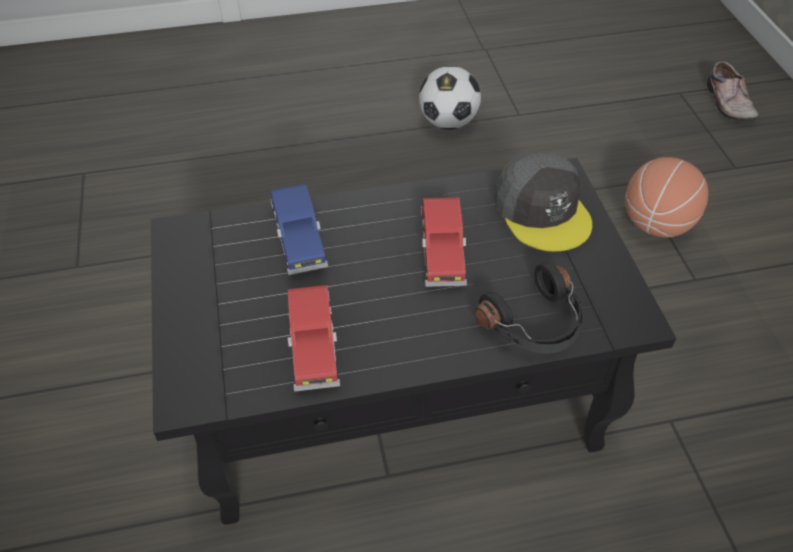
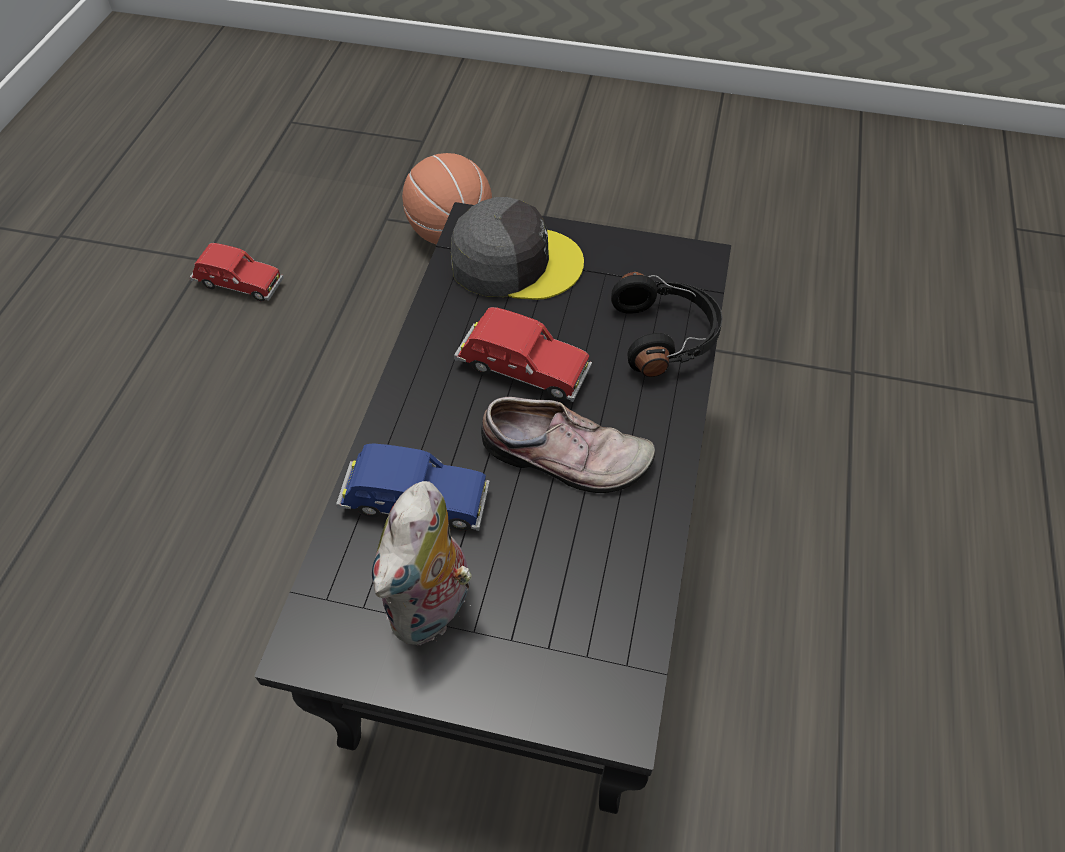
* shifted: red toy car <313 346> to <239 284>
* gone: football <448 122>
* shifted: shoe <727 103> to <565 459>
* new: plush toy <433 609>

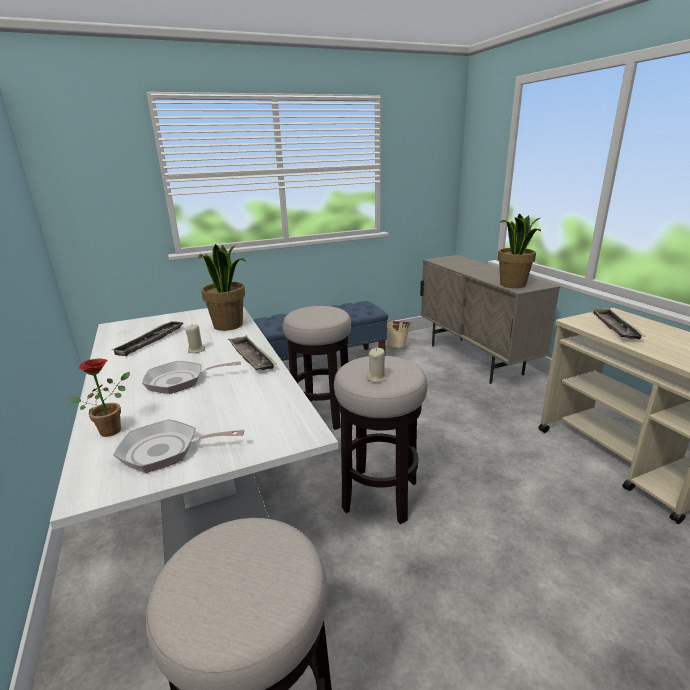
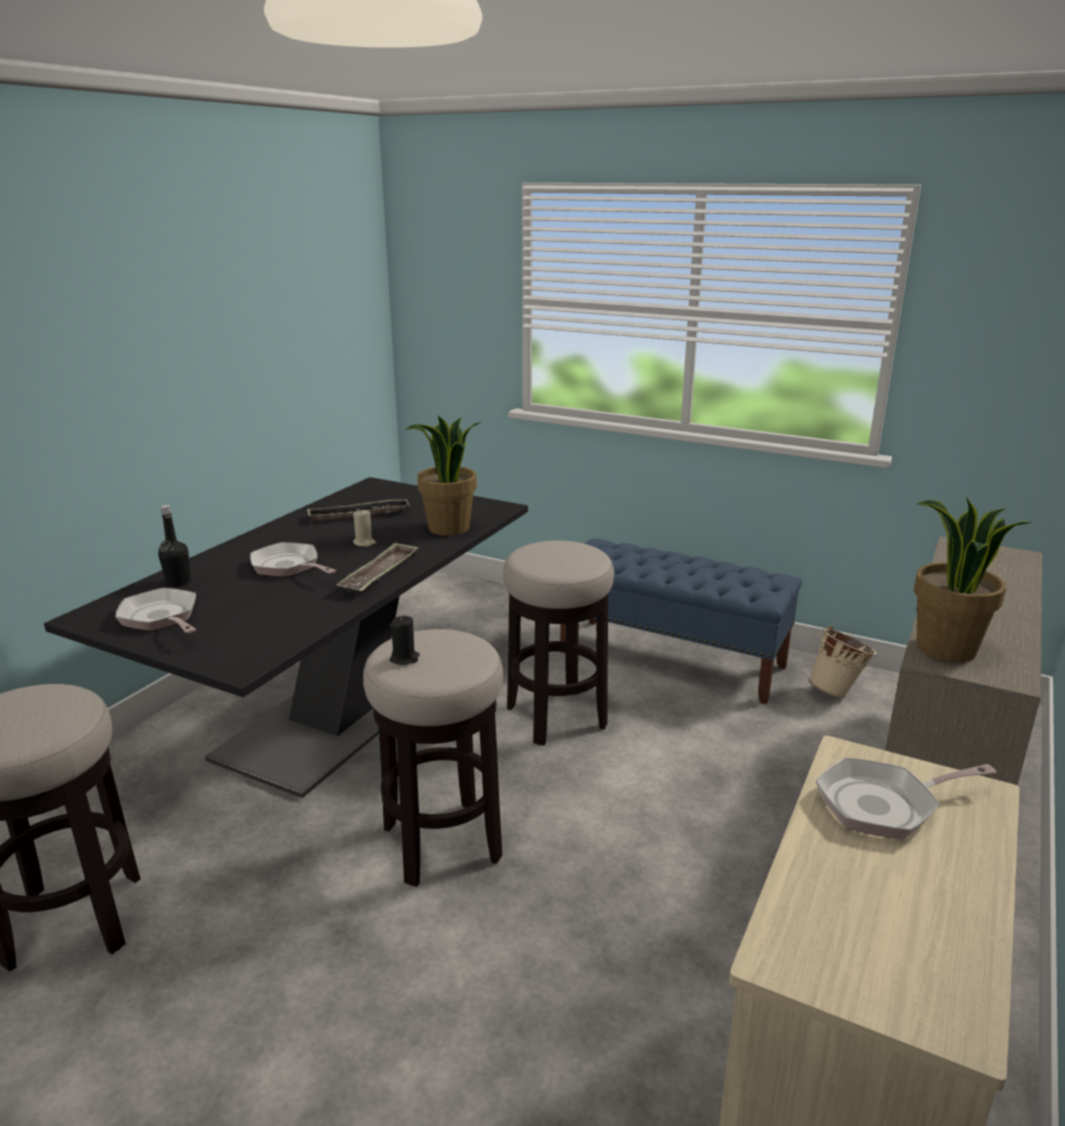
* repainted: white dining table <208 486> to black dining table <338 715>
* swapped: potted plant <114 428> to black bottle <178 582>
* repainted: beige candle <376 378> to black candle <404 658>
* swapped: tray <614 327> to frying pan <884 805>

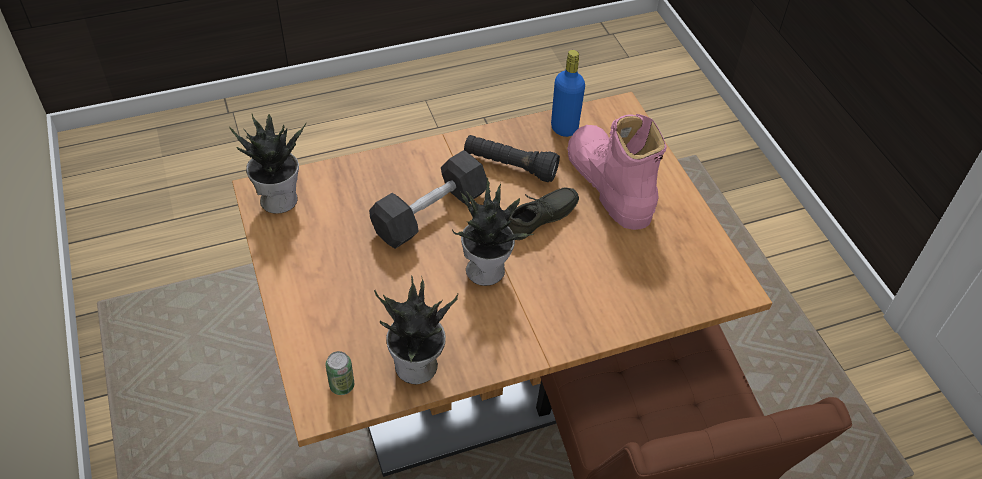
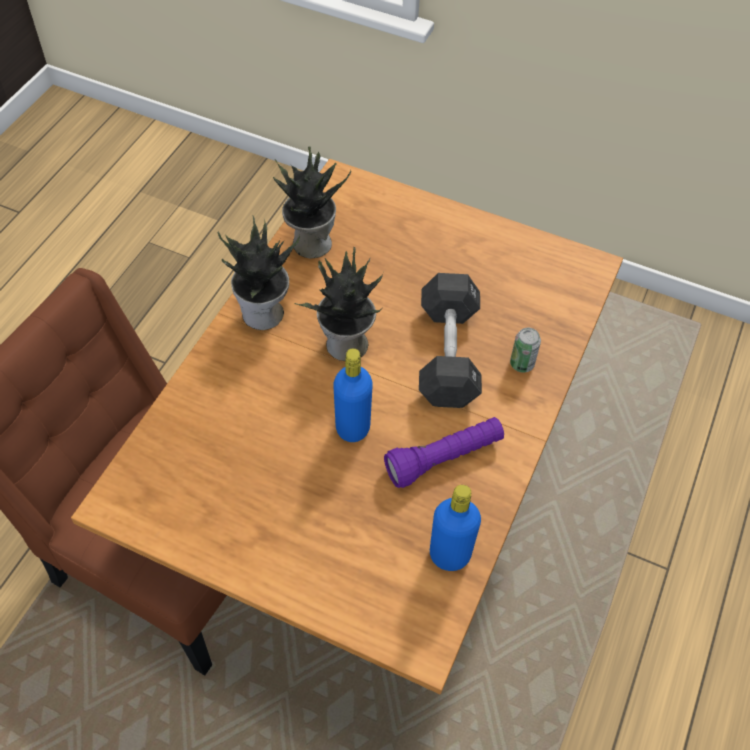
* shifted: potted plant <279 198> to <264 315>
* shifted: can <342 385> to <522 364>
* repainted: black flashlight <510 166> to purple flashlight <444 458>
* swapped: grey shoe <543 220> to blue bottle <352 428>
* gone: pink boot <609 184>

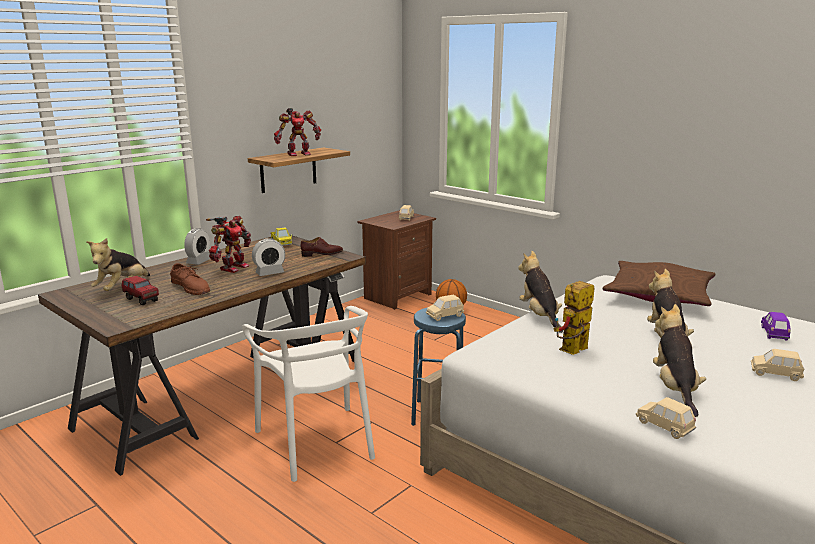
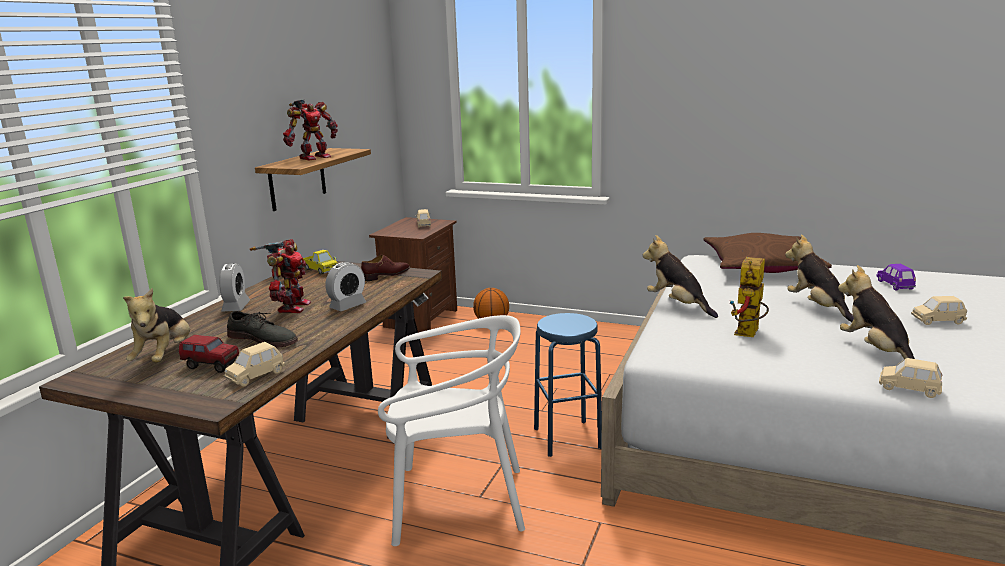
* repainted: brown shoe <191 287> to grey shoe <263 339>
* rotated: white chair <317 442> = <457 502> 45 degrees counterclockwise
* shifted: beige toy car <444 316> to <256 376>

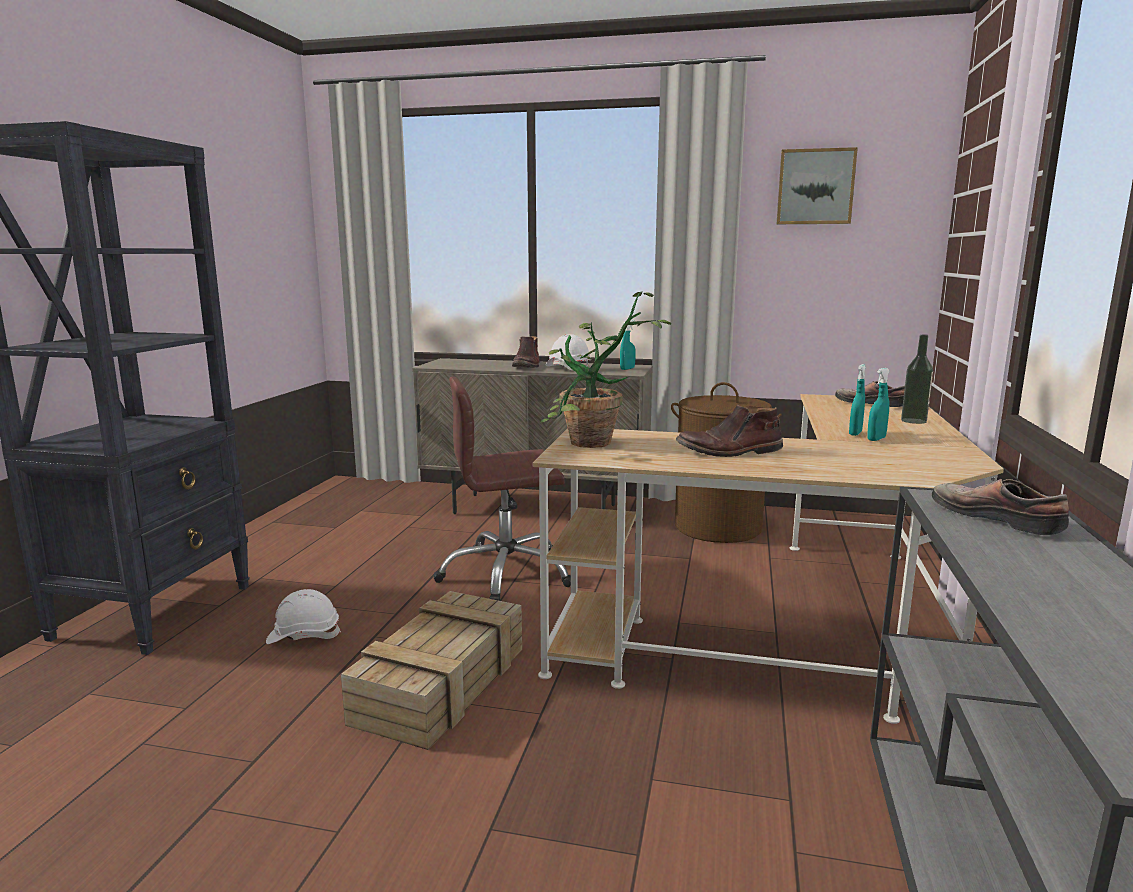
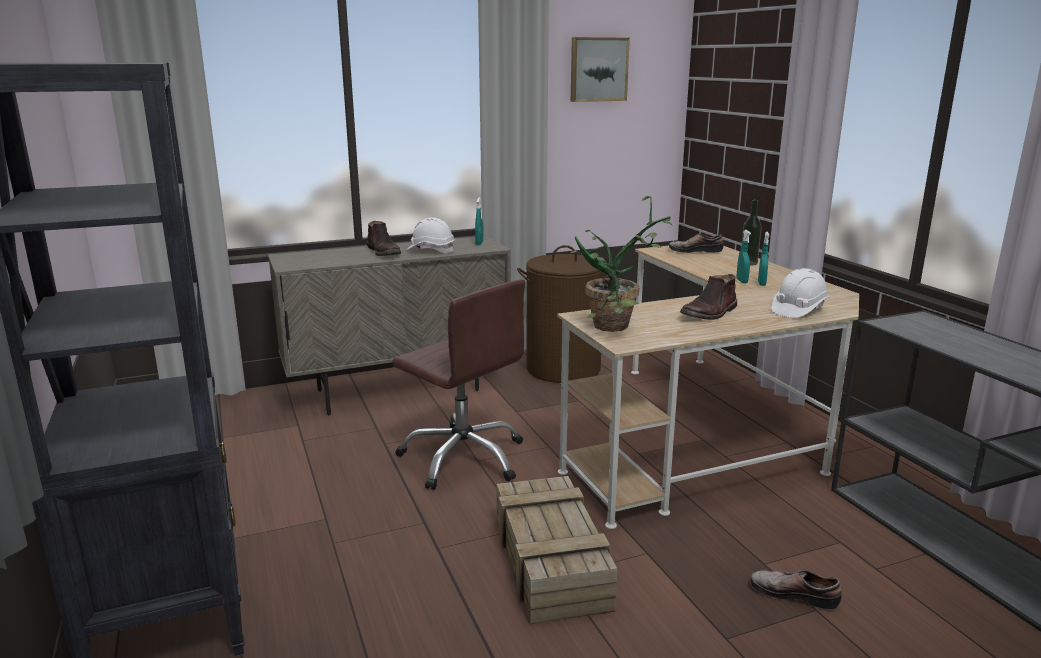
* shifted: white hard hat <303 635> to <798 310>
* rotated: brown office chair <506 574> = <463 457> 90 degrees counterclockwise
* shifted: shoe <997 517> to <794 592>

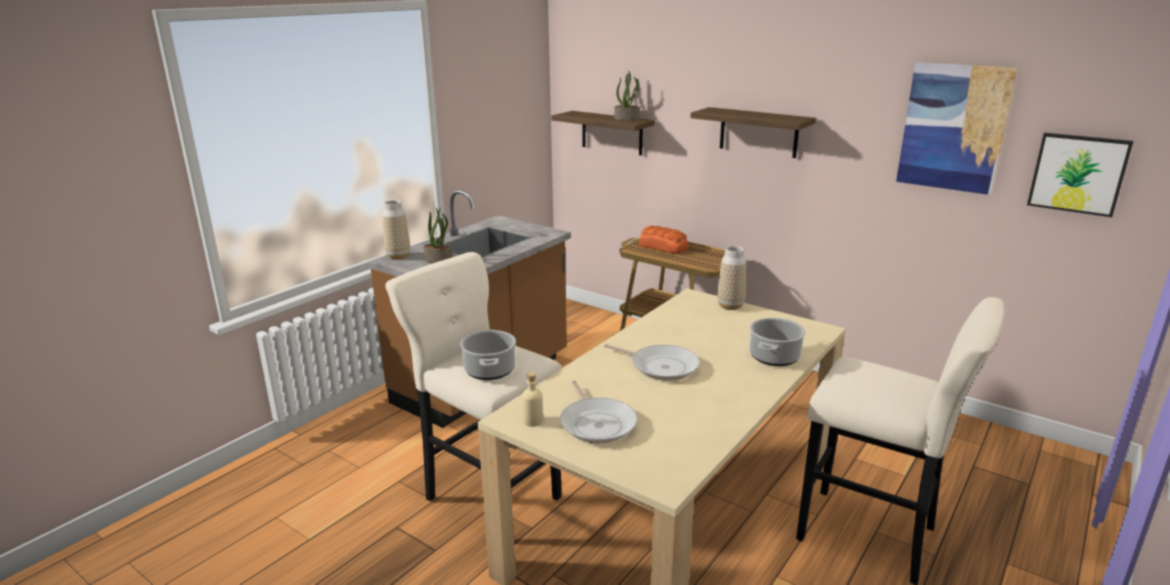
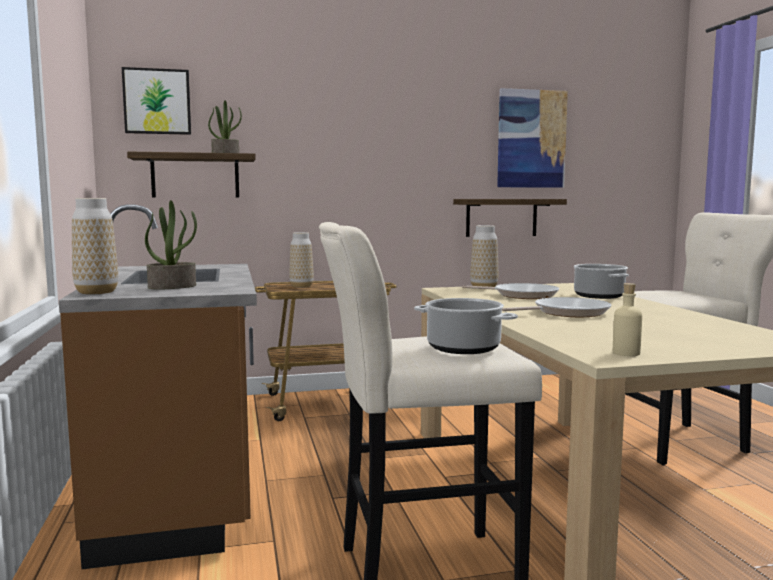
* shifted: frying pan <597 423> to <522 295>
* swapped: bread <662 247> to vase <301 286>
* shifted: shelf <758 132> to <501 217>
* shifted: picture <1078 173> to <157 102>

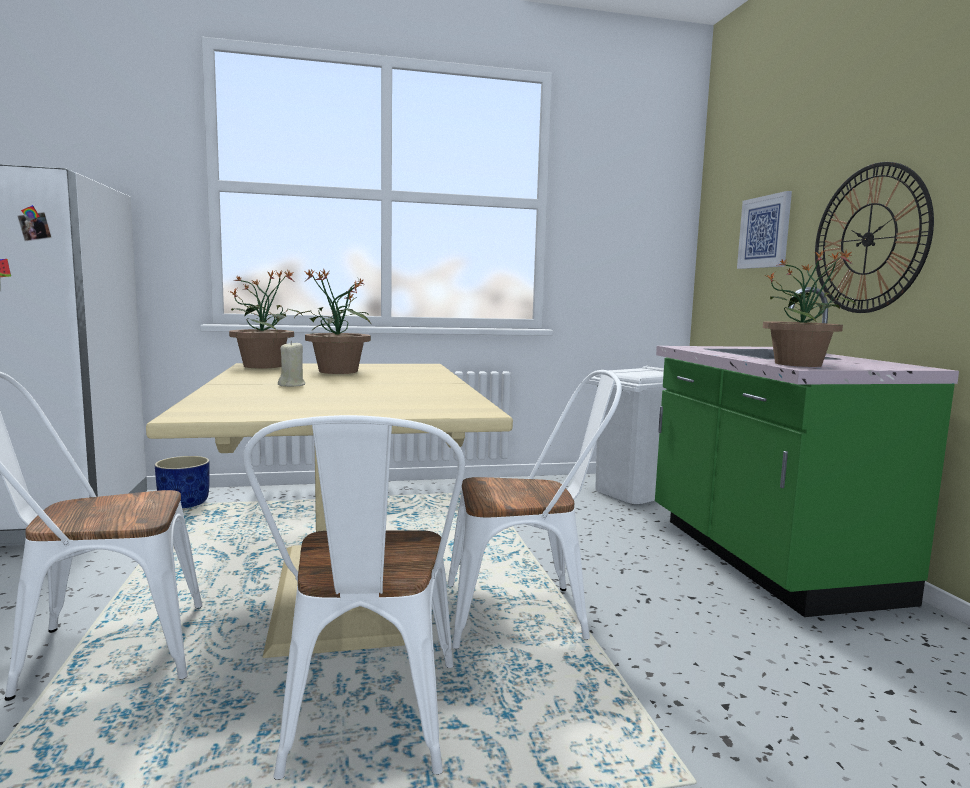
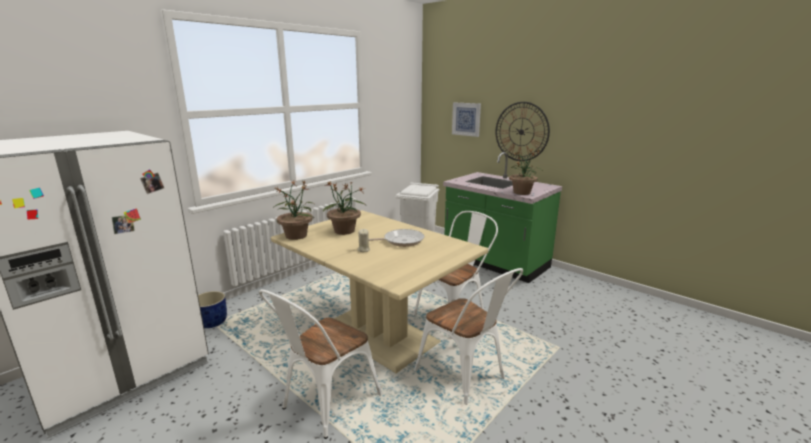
* new: frying pan <401 241>

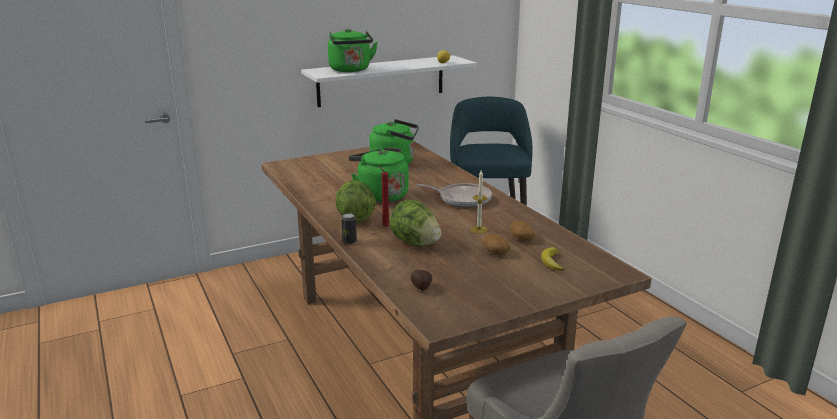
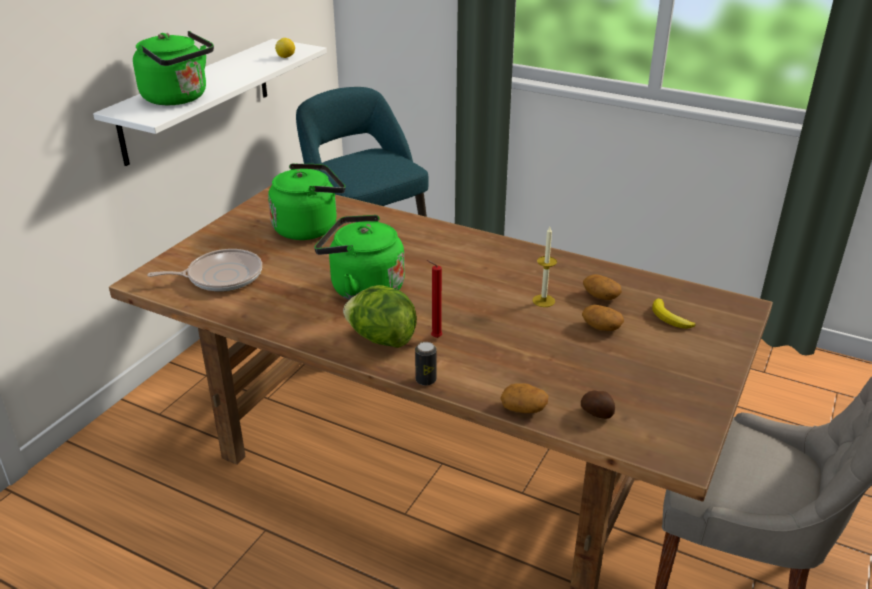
* gone: lettuce <415 243>
* shifted: frying pan <462 199> to <221 276>
* new: potato <524 408>

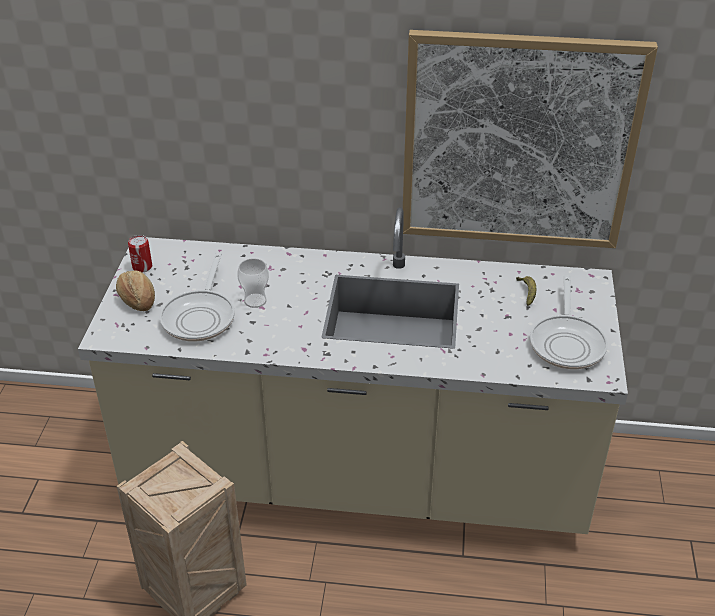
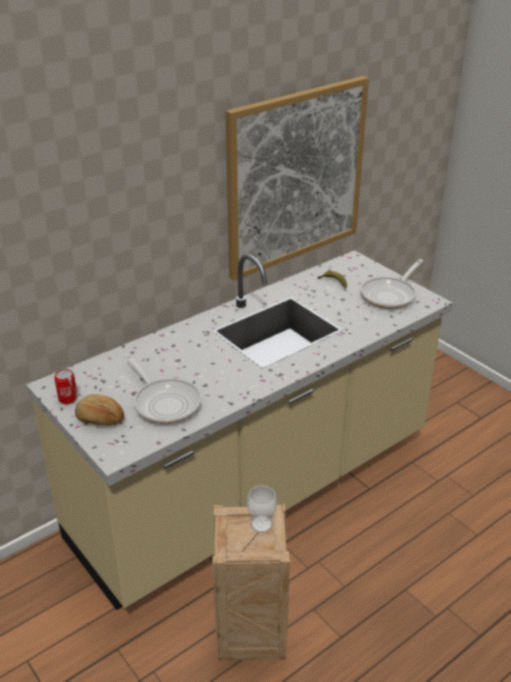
* shifted: cup <255 301> to <261 524>
* rotated: frying pan <567 342> = <390 295> 75 degrees clockwise

